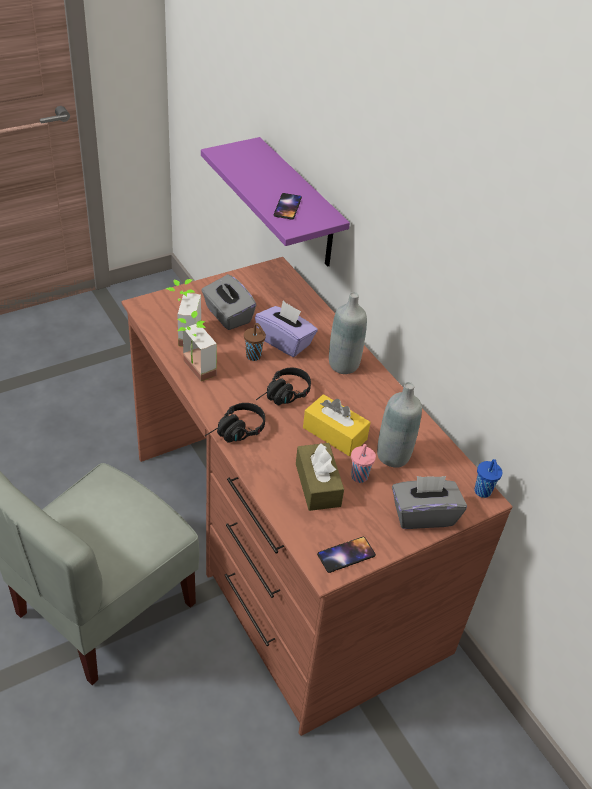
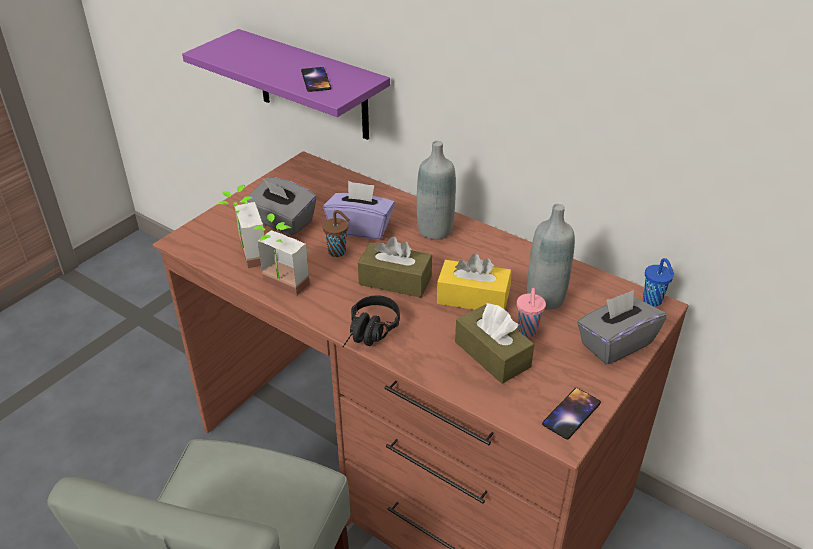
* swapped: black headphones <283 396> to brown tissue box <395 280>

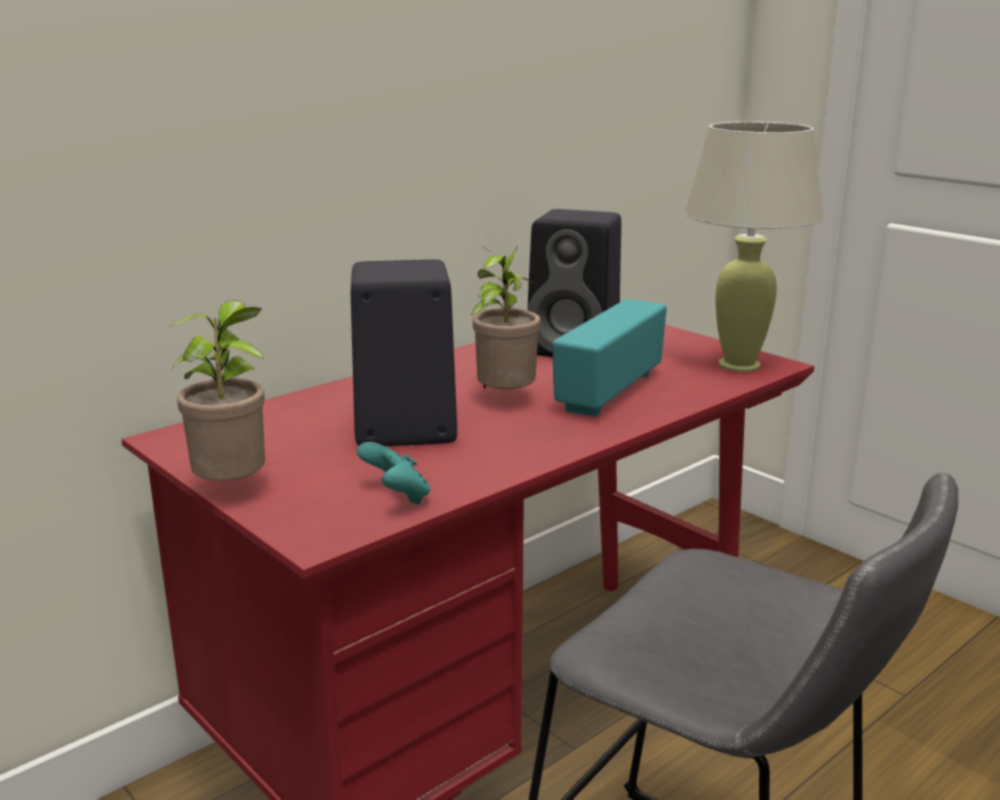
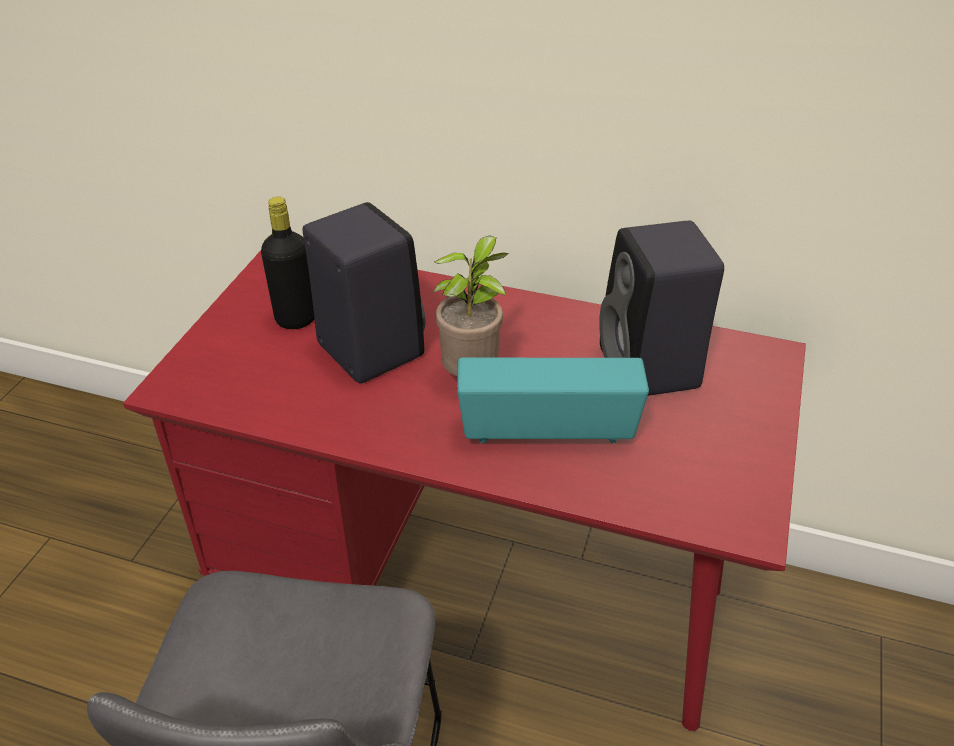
* gone: potted plant <234 491>
* gone: turquoise game controller <397 497>
* gone: beige table lamp <739 365>
* new: black bottle <296 319>

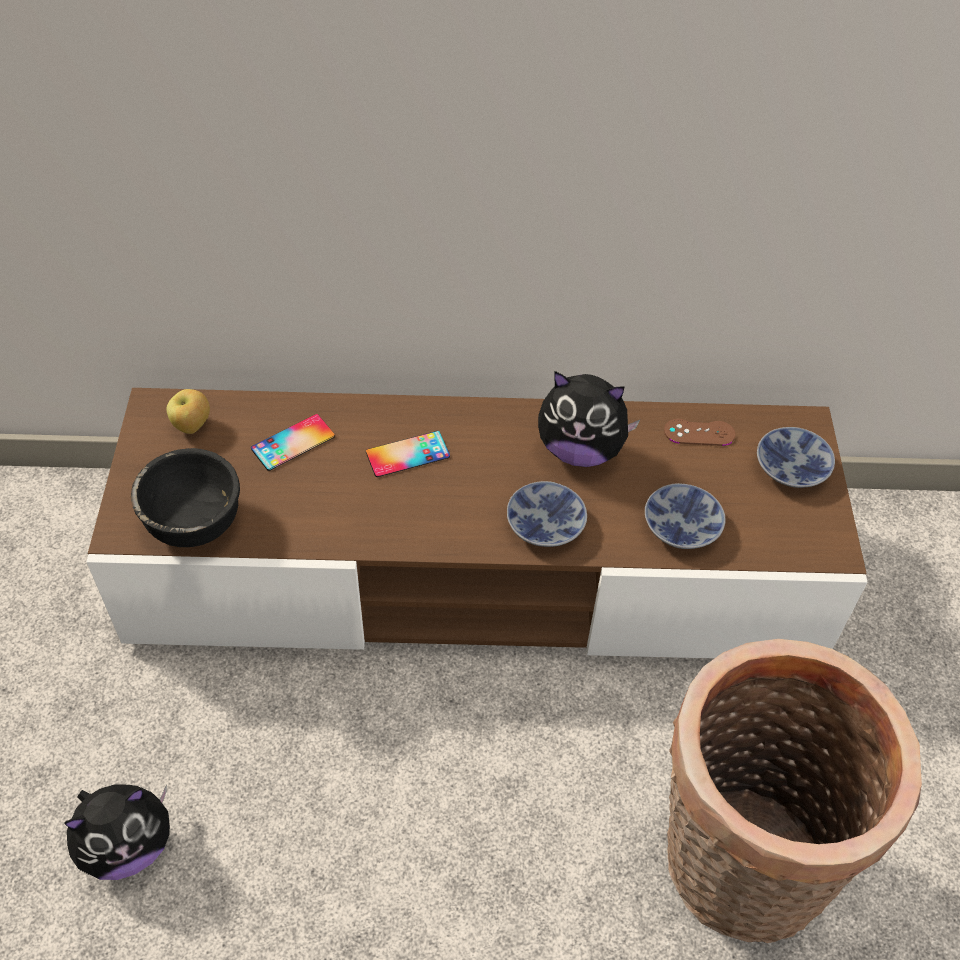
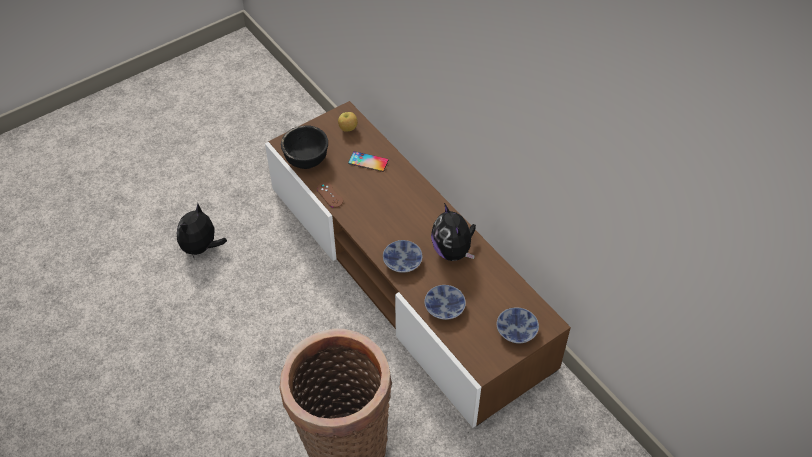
* rotated: plush toy <128 845> = <201 248> 90 degrees clockwise
* gone: phone <407 454>
* shifted: brown game controller <699 433> to <330 195>

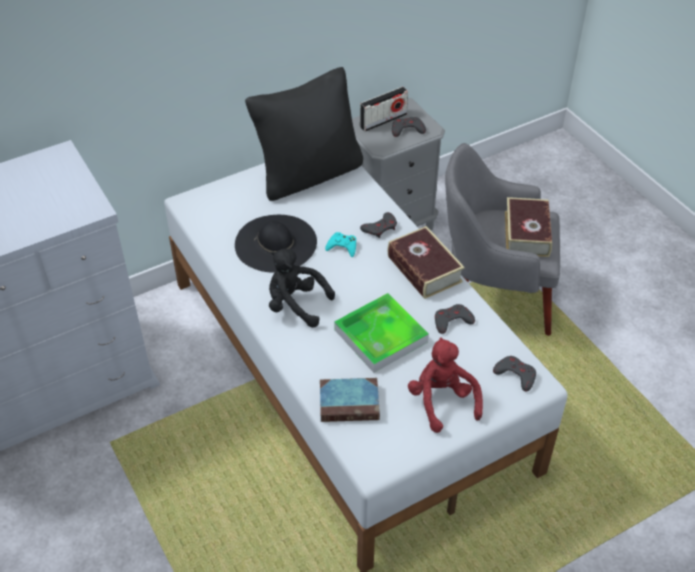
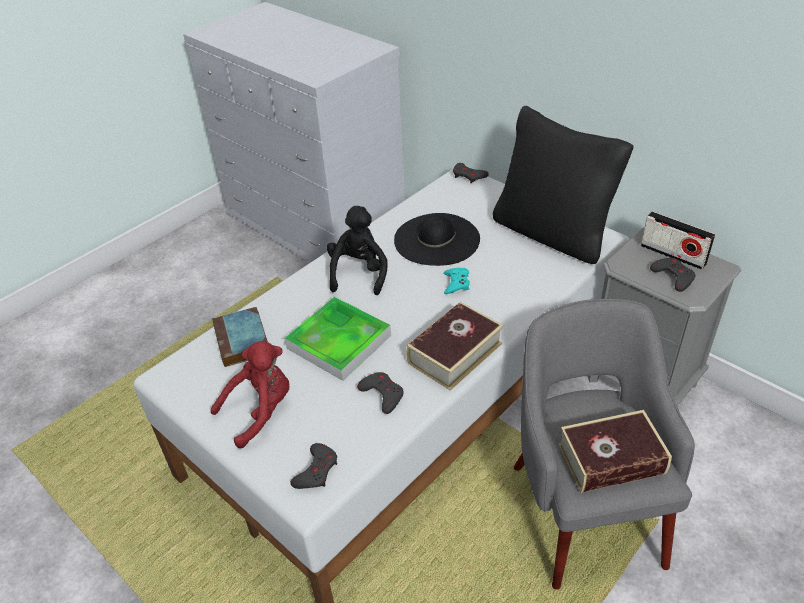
* shifted: grey game controller <380 228> to <469 176>

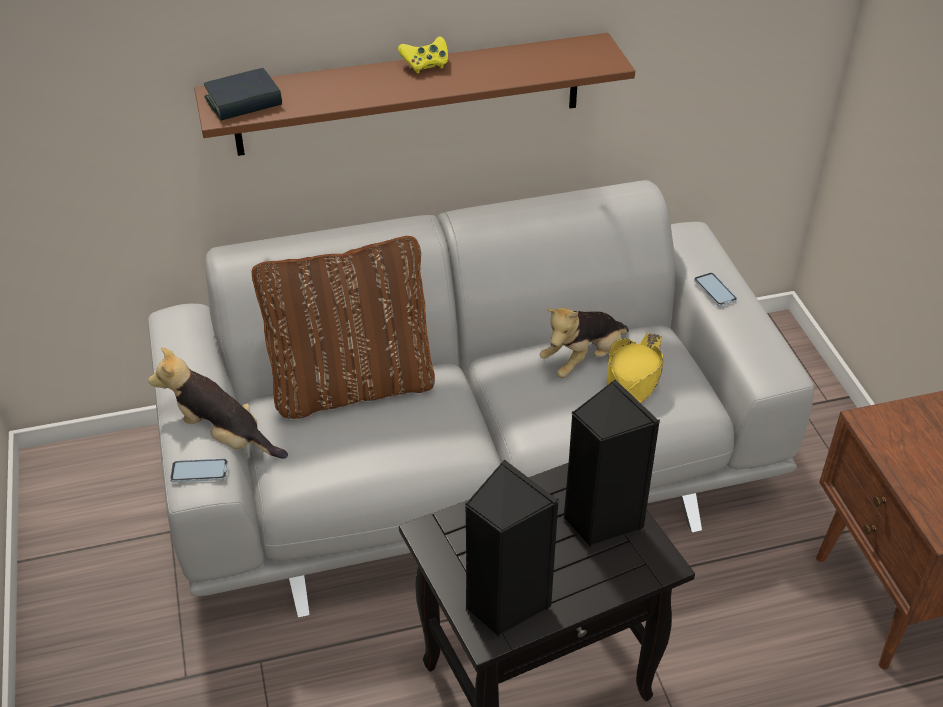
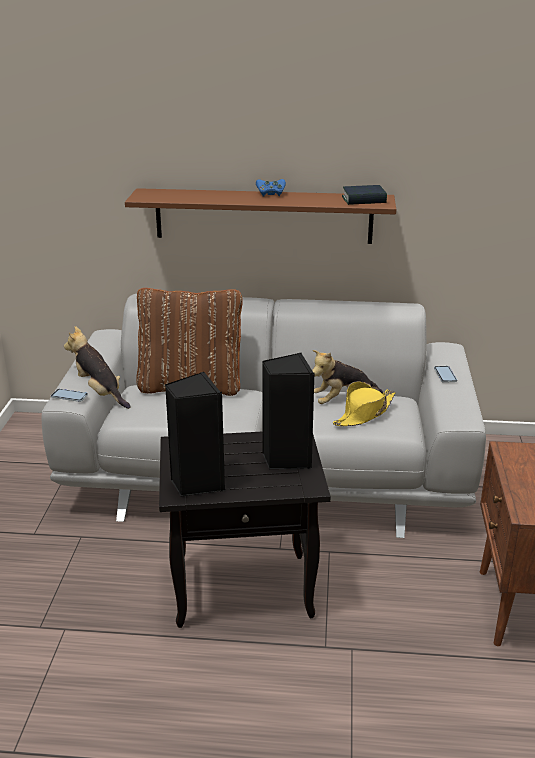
* shifted: book <244 102> to <364 200>
* repainted: yellow game controller <425 65> to blue game controller <270 194>

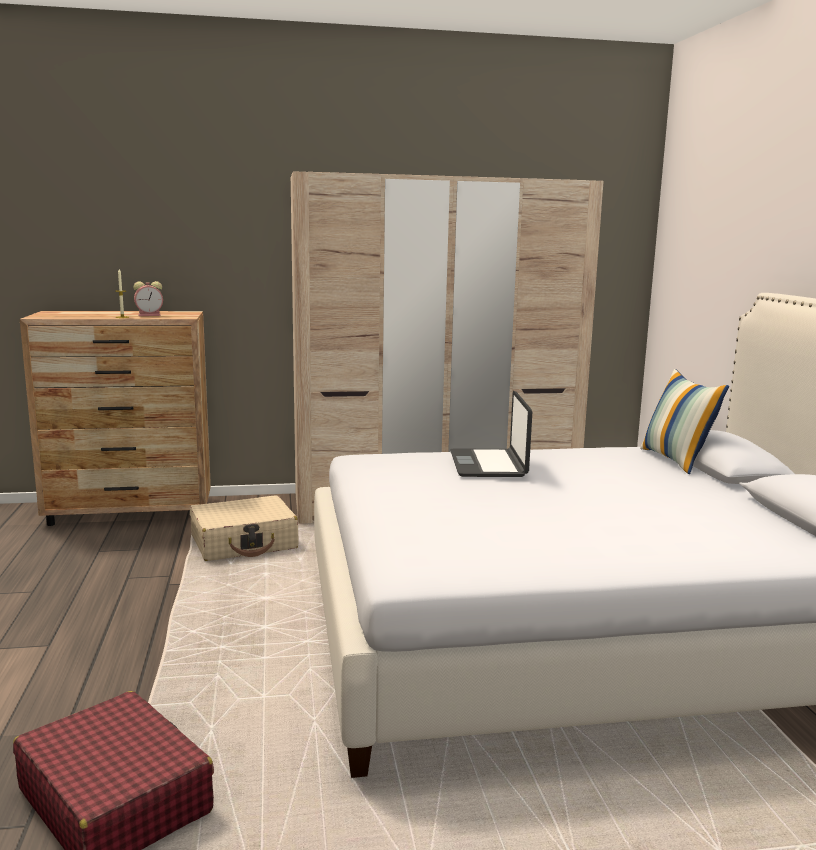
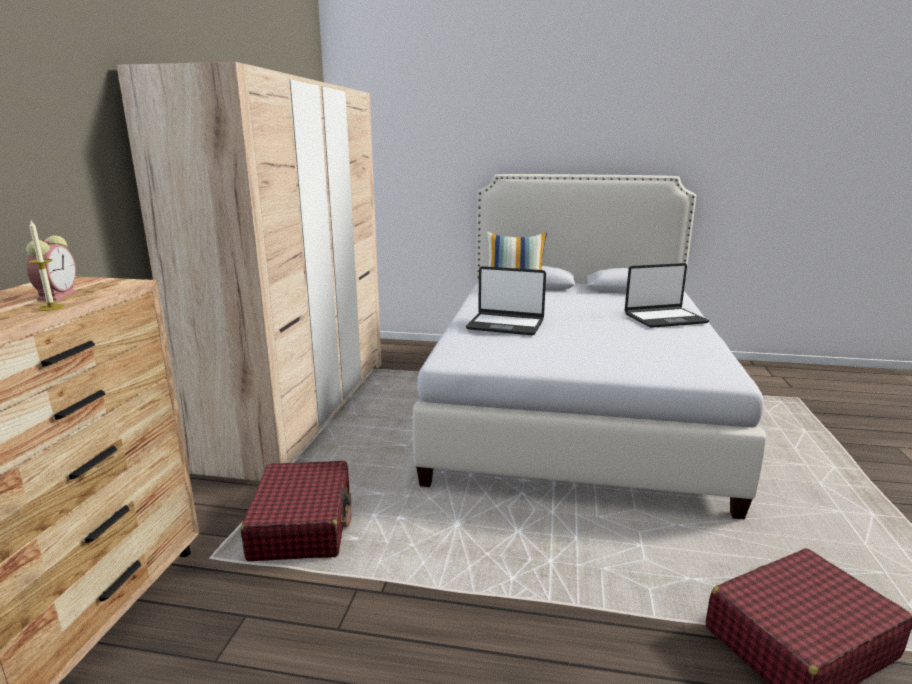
* repainted: beige suitcase <244 543> to red suitcase <302 524>
* new: laptop <664 318>

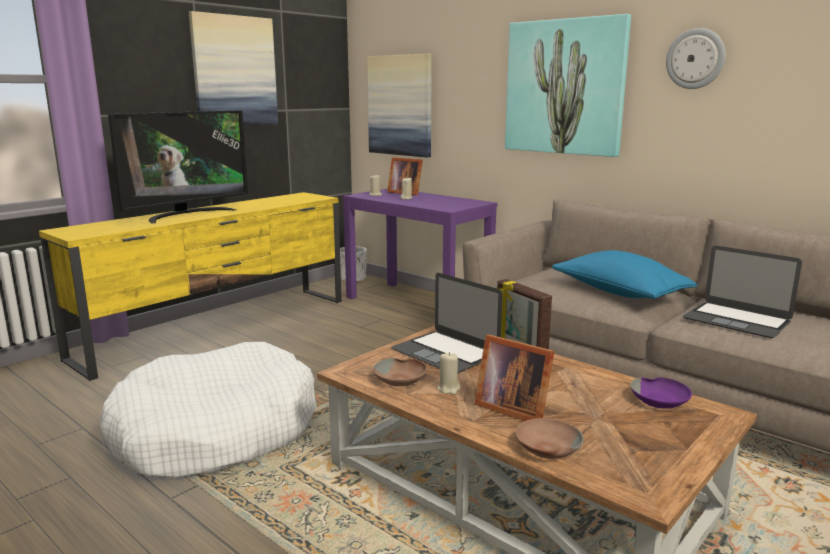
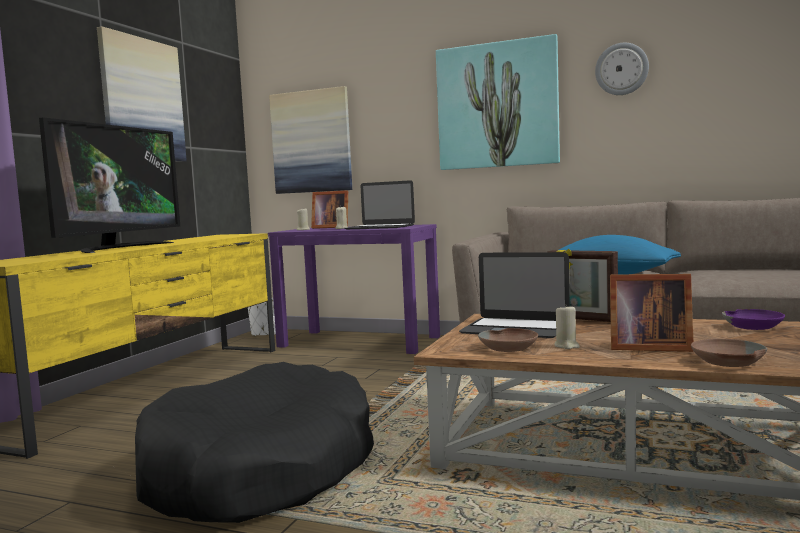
* repainted: white dog bed <215 432> to black dog bed <260 470>
* shifted: laptop <736 320> to <380 227>

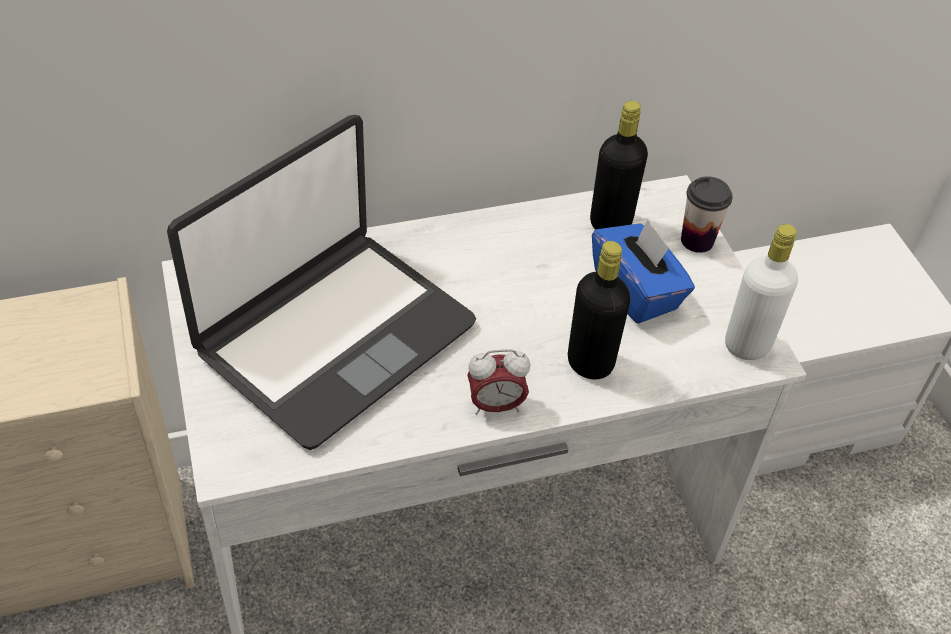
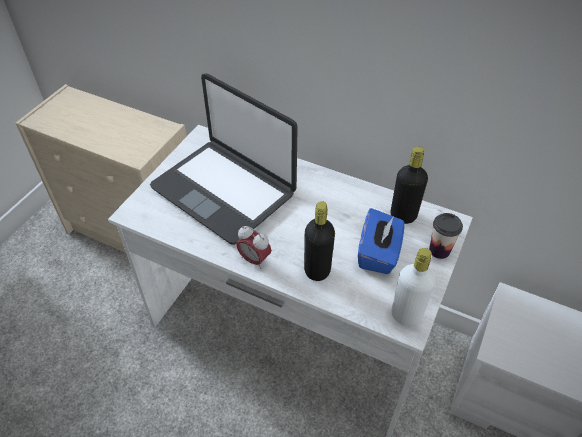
* rotated: laptop <334 337> = <224 190> 45 degrees clockwise

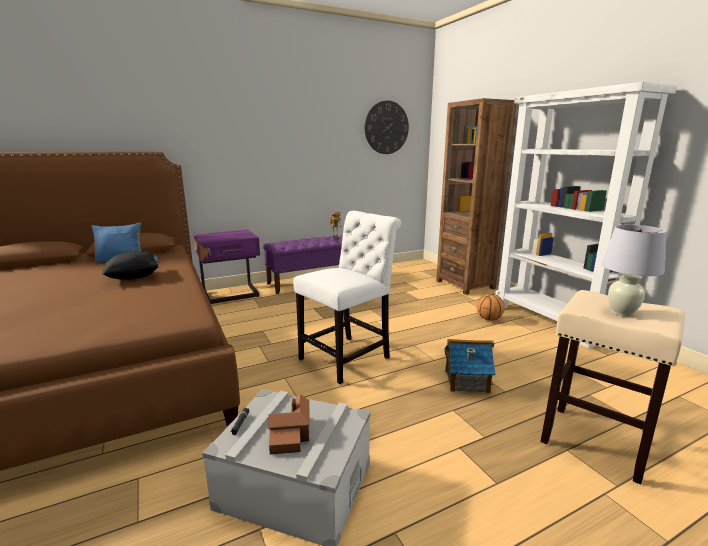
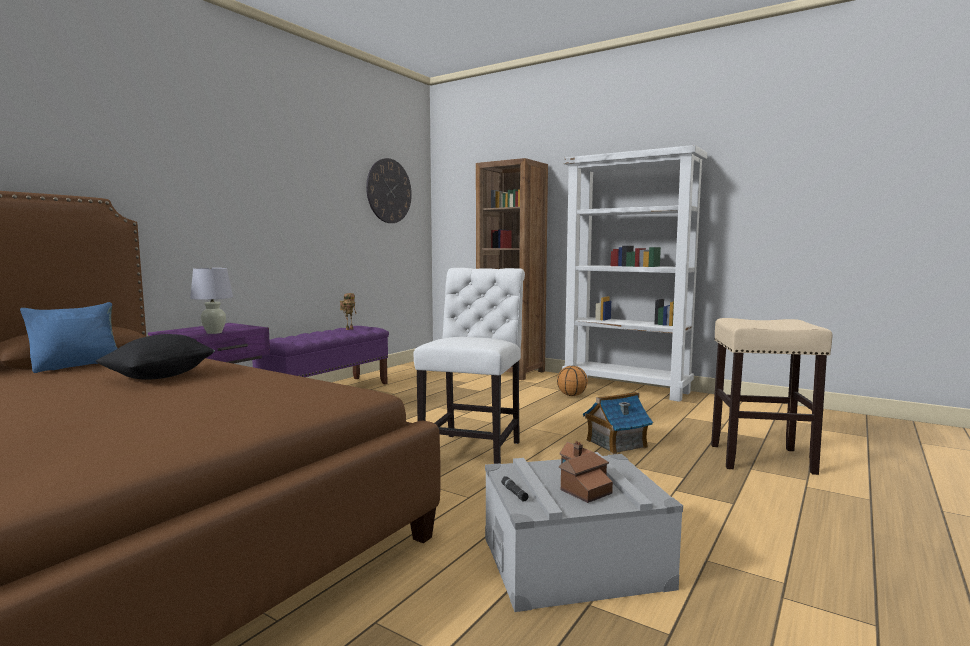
* shifted: white table lamp <622 312> to <214 332>

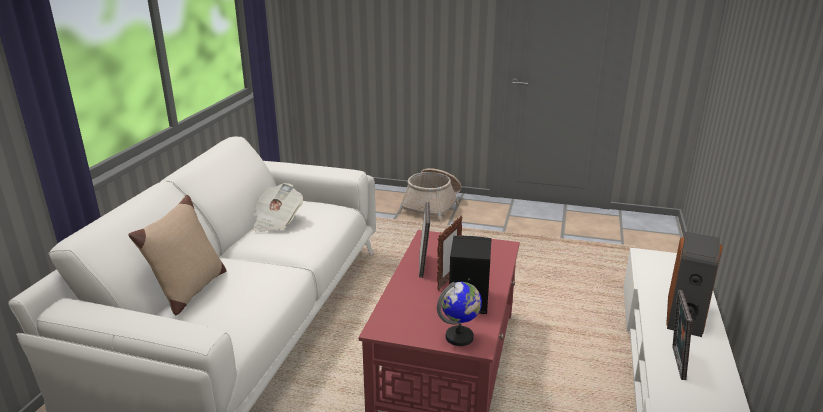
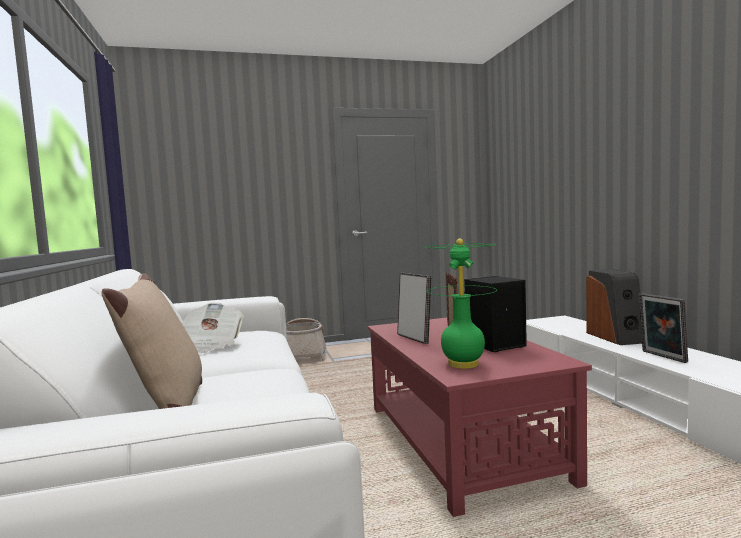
* gone: globe <459 337>
* new: green table lamp <463 364>

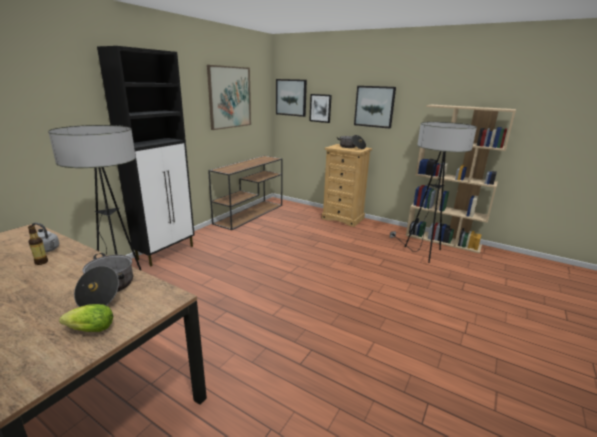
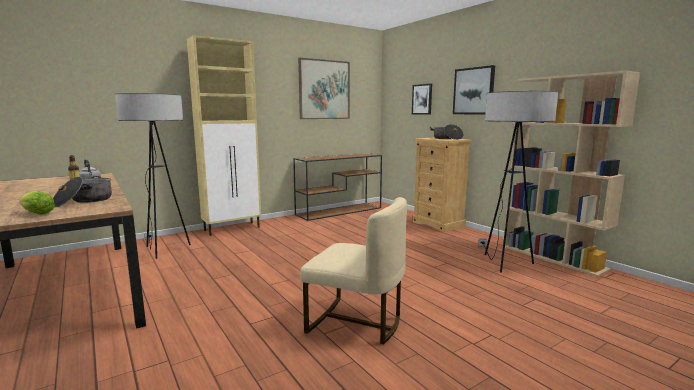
* repainted: black cabinet <166 252> to beige cabinet <233 228>
* gone: picture <291 97>
* new: beige chair <356 322>

